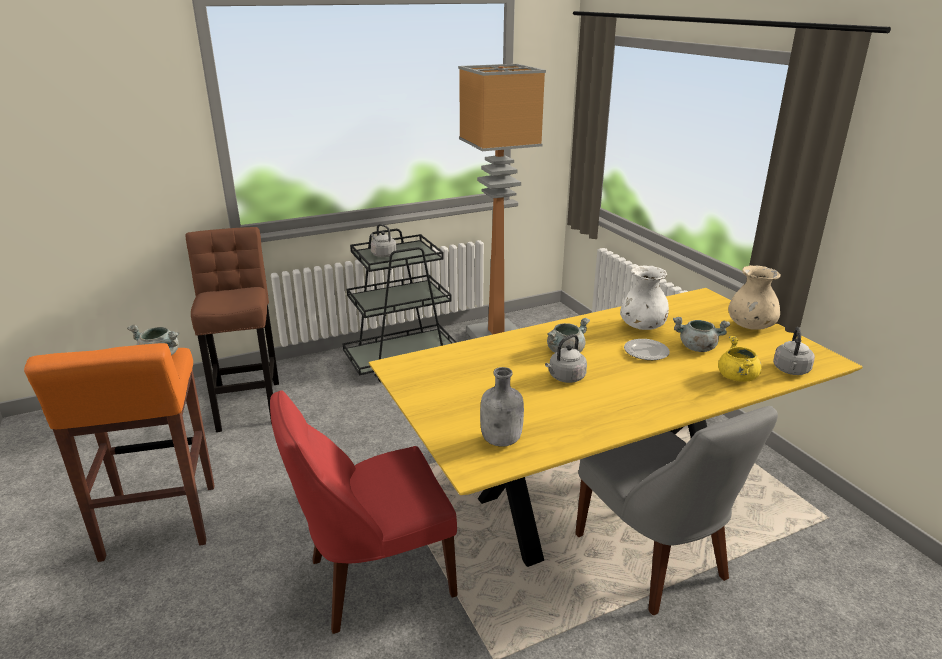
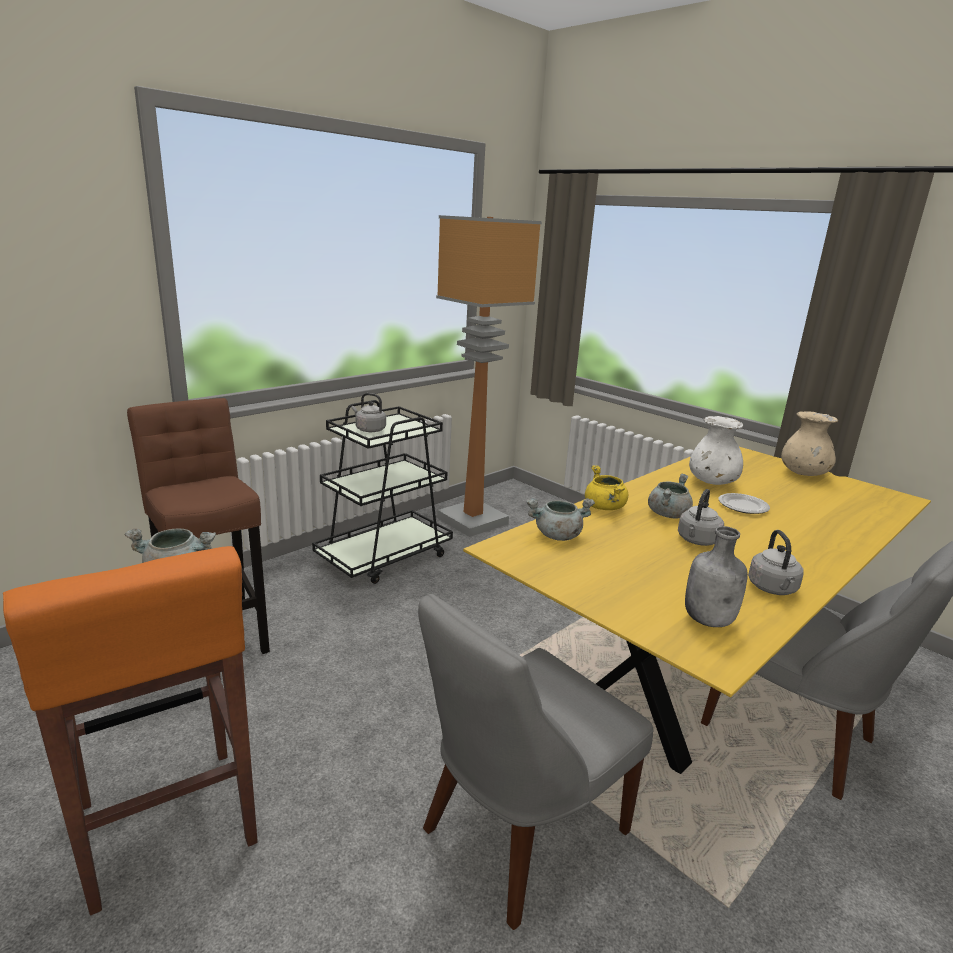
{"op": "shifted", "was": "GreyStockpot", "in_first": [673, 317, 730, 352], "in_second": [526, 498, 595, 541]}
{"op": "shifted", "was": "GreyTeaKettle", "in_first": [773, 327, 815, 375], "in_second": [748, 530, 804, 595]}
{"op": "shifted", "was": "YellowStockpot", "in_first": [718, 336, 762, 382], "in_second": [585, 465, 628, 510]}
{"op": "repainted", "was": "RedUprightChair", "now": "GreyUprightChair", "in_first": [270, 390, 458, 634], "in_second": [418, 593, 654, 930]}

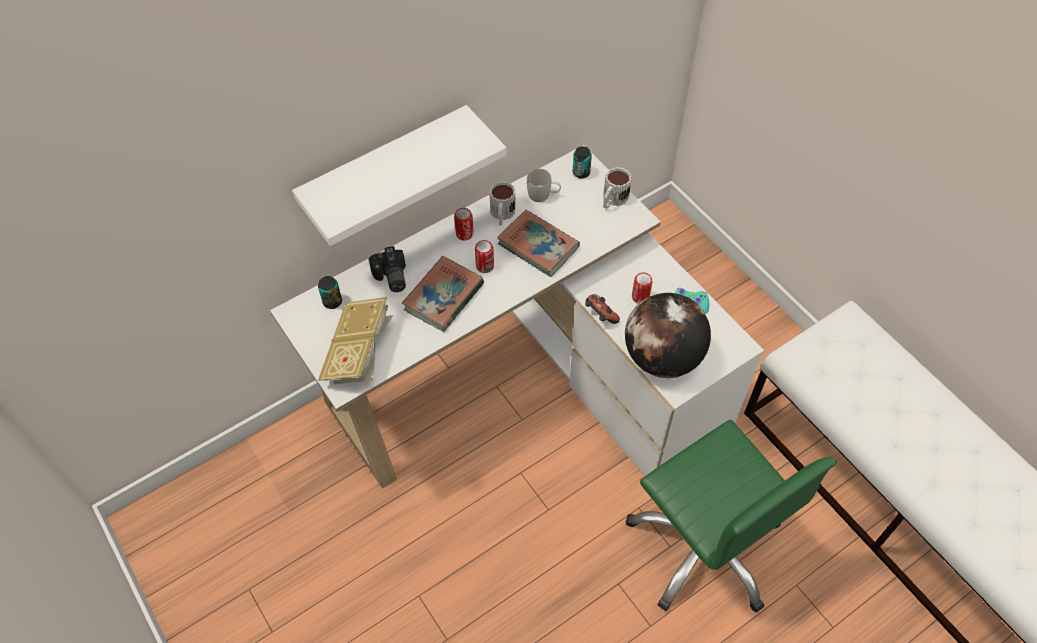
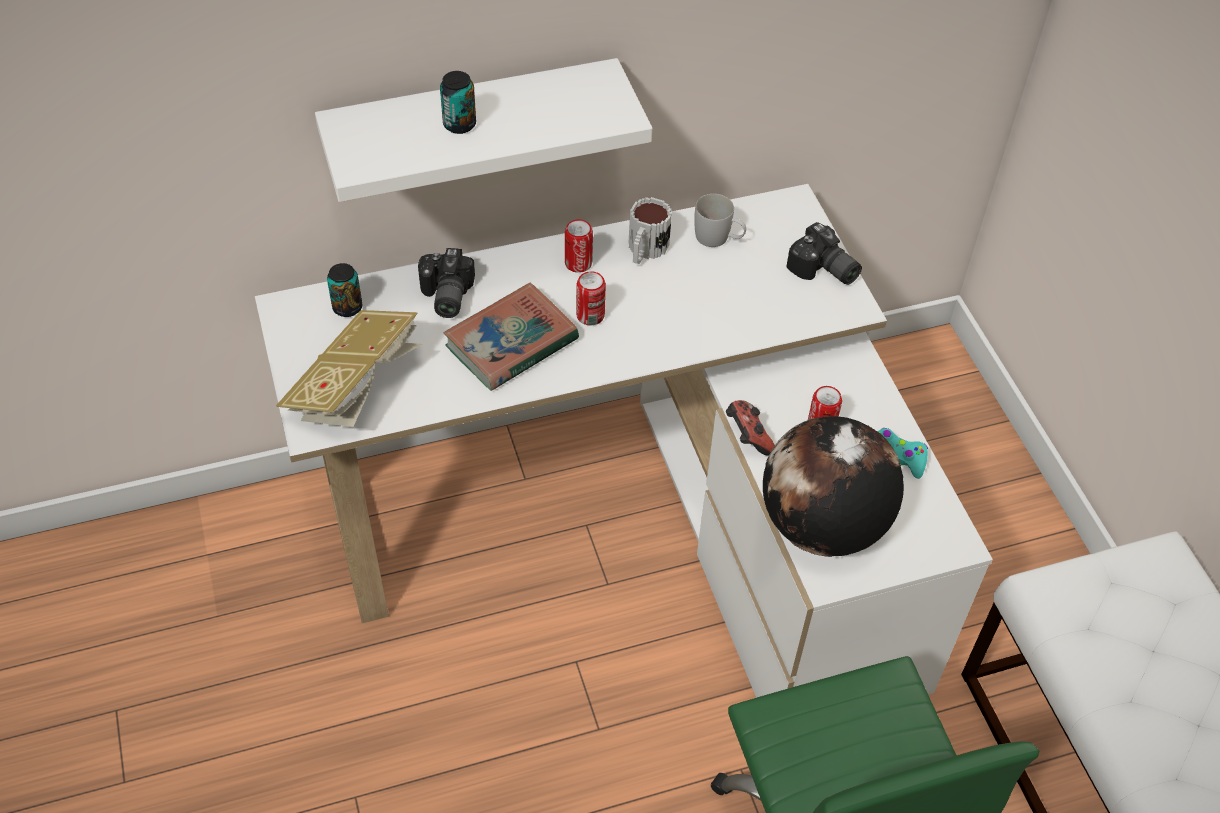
{"op": "shifted", "was": "MetalCan", "in_first": [572, 146, 592, 179], "in_second": [440, 71, 476, 134]}
{"op": "swapped", "was": "TeaMug", "now": "StillCamera", "in_first": [603, 167, 632, 209], "in_second": [786, 222, 862, 285]}
{"op": "gone", "was": "BoundBook", "in_first": [497, 210, 580, 277]}

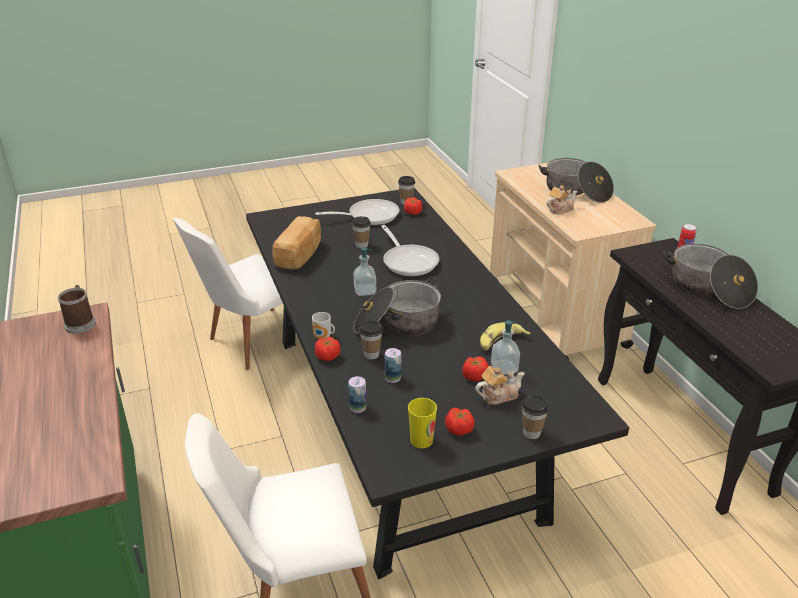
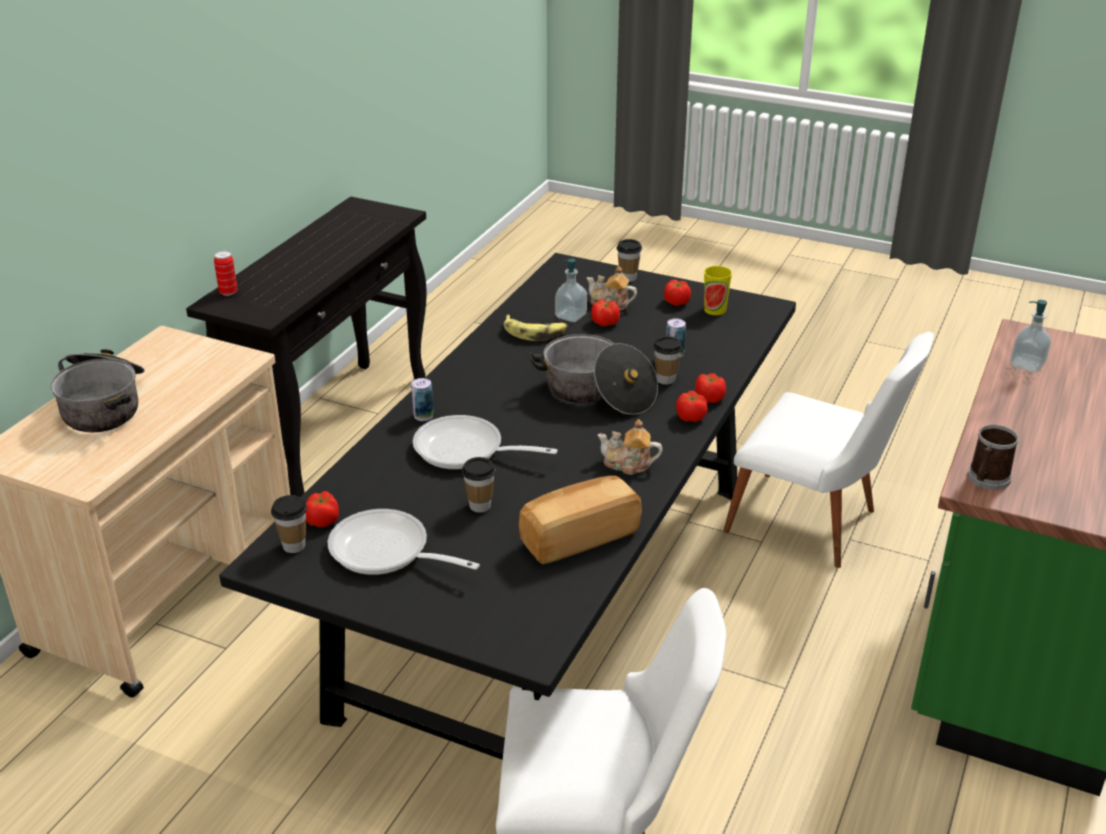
{"op": "shifted", "was": "TeaPot", "in_first": [547, 185, 577, 215], "in_second": [598, 419, 662, 475]}
{"op": "rotated", "was": "Pan", "in_first": [381, 225, 439, 276], "in_second": [413, 415, 558, 470], "clockwise": -90}
{"op": "gone", "was": "Stockpot", "in_first": [663, 244, 758, 309]}
{"op": "shifted", "was": "LiquidSoapBottle", "in_first": [354, 247, 376, 296], "in_second": [1010, 300, 1051, 373]}
{"op": "swapped", "was": "TeaMug", "now": "WholeTomato", "in_first": [312, 312, 335, 339], "in_second": [676, 391, 708, 422]}
{"op": "shifted", "was": "MetalCan", "in_first": [348, 376, 367, 413], "in_second": [411, 378, 433, 421]}

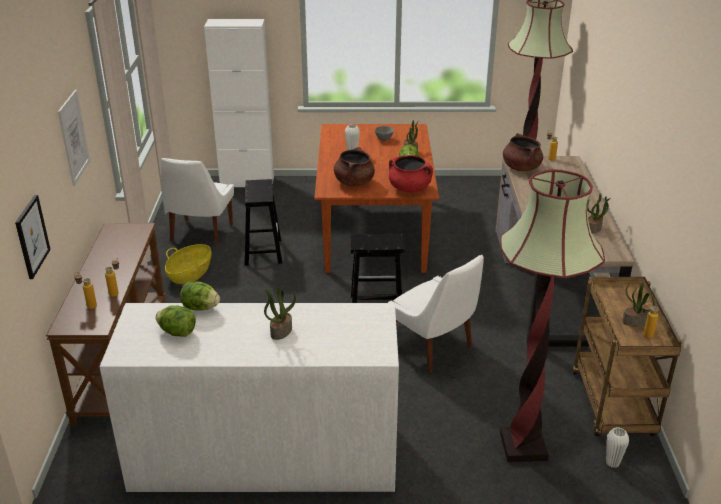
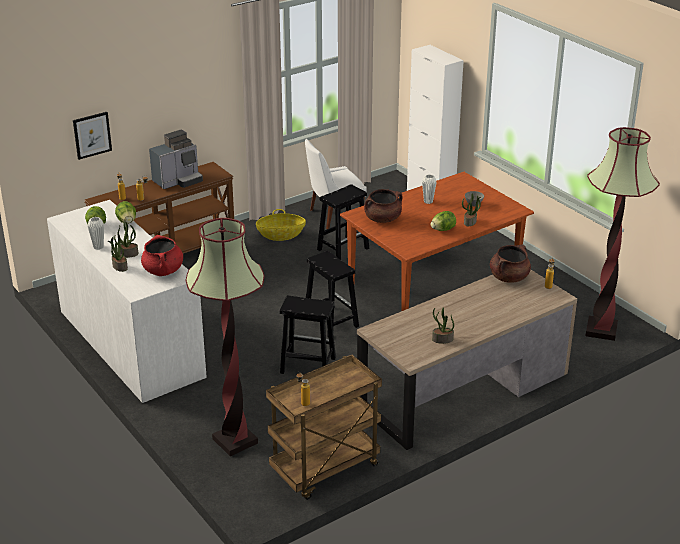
{"op": "gone", "was": "WallPicture", "in_first": [58, 90, 90, 186]}
{"op": "shifted", "was": "RedStockpot", "in_first": [389, 155, 433, 192], "in_second": [141, 235, 183, 276]}
{"op": "swapped", "was": "WhiteUprightChair", "now": "BlackStoolSeat", "in_first": [388, 255, 484, 373], "in_second": [280, 295, 336, 374]}
{"op": "shifted", "was": "Houseplant", "in_first": [622, 283, 655, 327], "in_second": [108, 234, 128, 272]}
{"op": "shifted", "was": "WhiteFlowerVase", "in_first": [606, 427, 629, 468], "in_second": [88, 217, 104, 250]}
{"op": "new", "now": "CoffeeBrewer", "in_second": [149, 129, 203, 189]}

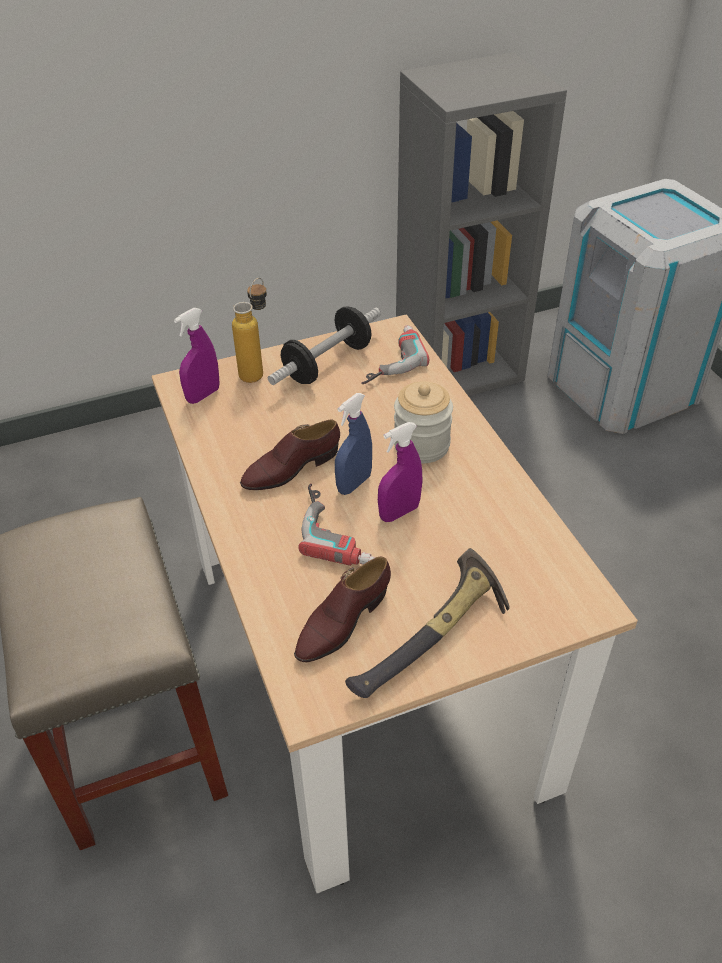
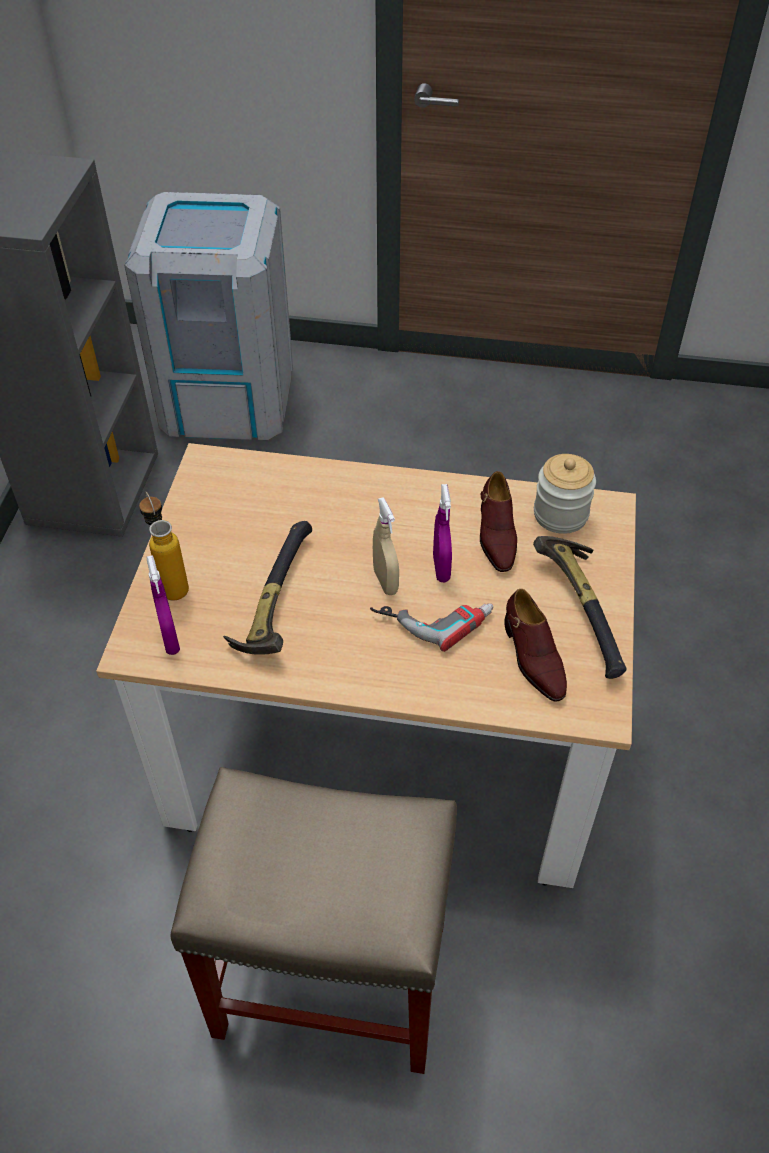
{"op": "gone", "was": "Dumbbell", "in_first": [268, 306, 381, 385]}
{"op": "gone", "was": "PowerDrill", "in_first": [362, 325, 429, 384]}
{"op": "shifted", "was": "Jar", "in_first": [394, 381, 453, 463], "in_second": [534, 454, 596, 534]}
{"op": "repainted", "was": "BlueColouredSprayBottle", "now": "SandColouredSprayBottle", "in_first": [335, 393, 372, 495], "in_second": [373, 497, 399, 595]}
{"op": "shifted", "was": "BrownColouredItemOfFootwear", "in_first": [240, 420, 340, 490], "in_second": [480, 471, 517, 572]}
{"op": "new", "now": "ToolHammer", "in_second": [223, 521, 312, 655]}

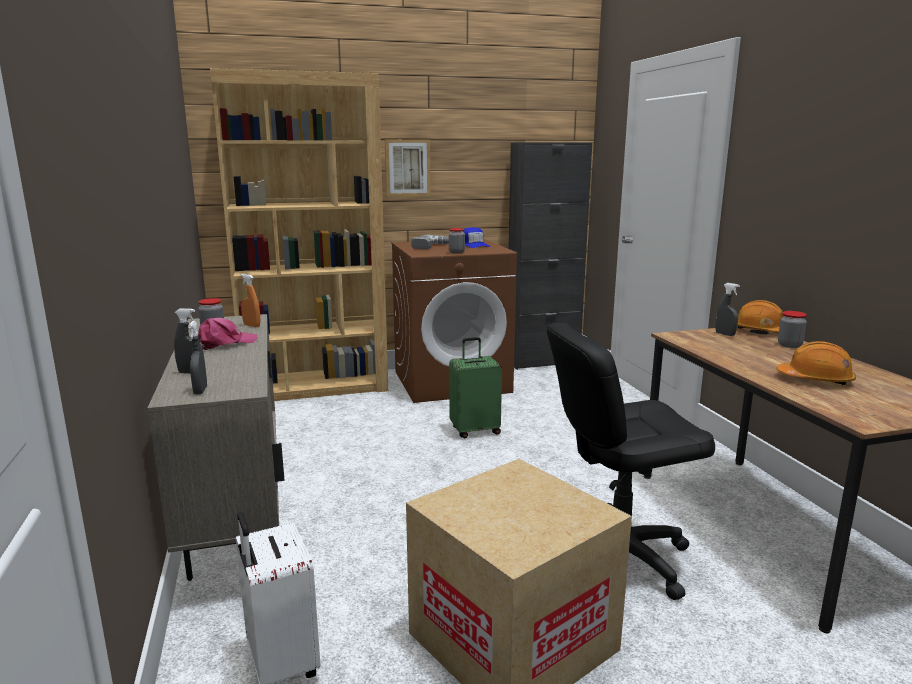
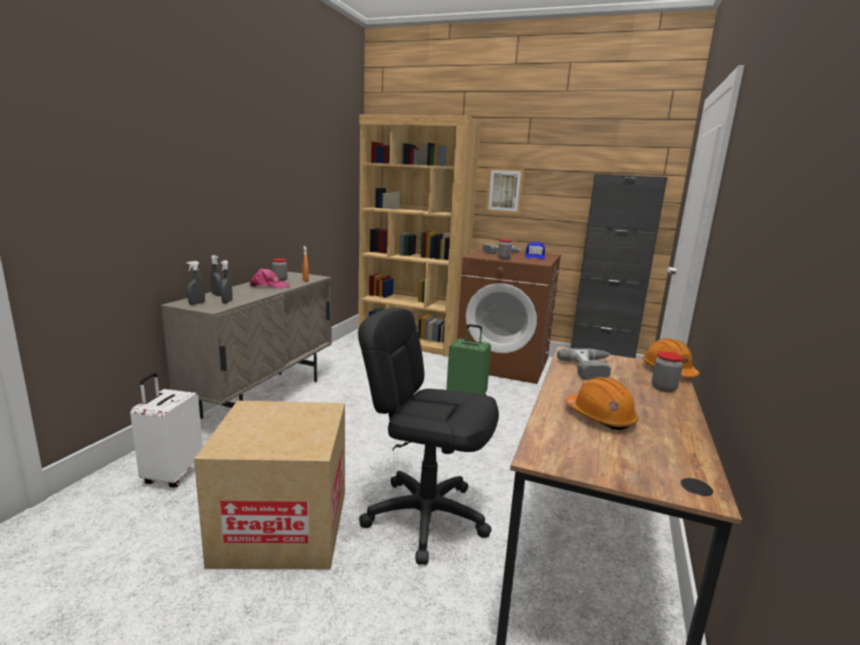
{"op": "shifted", "was": "GreySprayBottle", "in_first": [716, 283, 740, 336], "in_second": [221, 260, 233, 304]}
{"op": "new", "now": "PowerDrill", "in_second": [557, 348, 611, 380]}

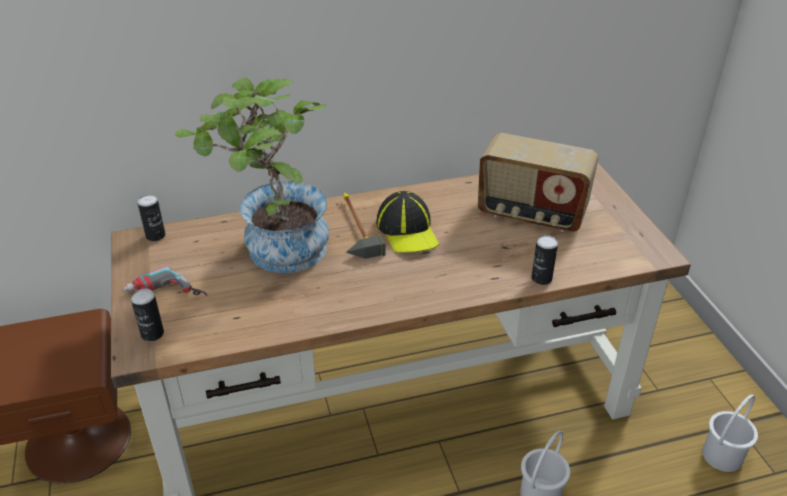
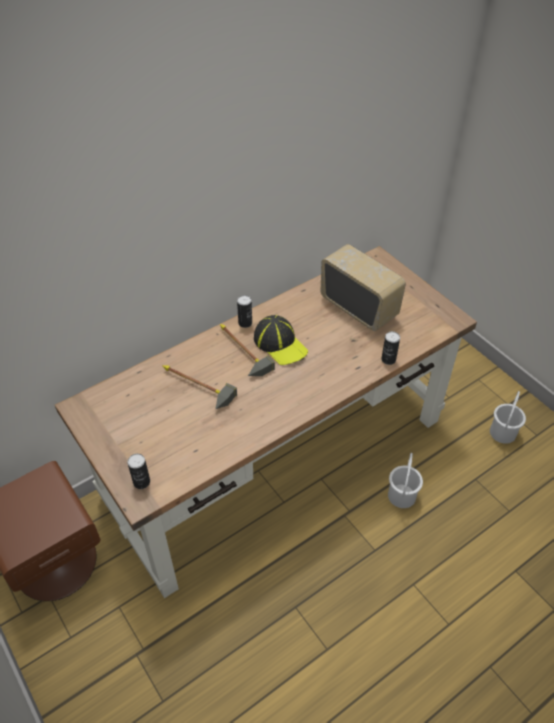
{"op": "swapped", "was": "Houseplant", "now": "ToolHammer", "in_first": [175, 77, 329, 273], "in_second": [162, 365, 237, 409]}
{"op": "rotated", "was": "RadioReceiver", "in_first": [478, 133, 599, 232], "in_second": [320, 244, 406, 331], "clockwise": -135}
{"op": "shifted", "was": "MetalCan", "in_first": [137, 194, 165, 241], "in_second": [237, 295, 252, 328]}
{"op": "gone", "was": "PowerDrill", "in_first": [123, 266, 207, 296]}

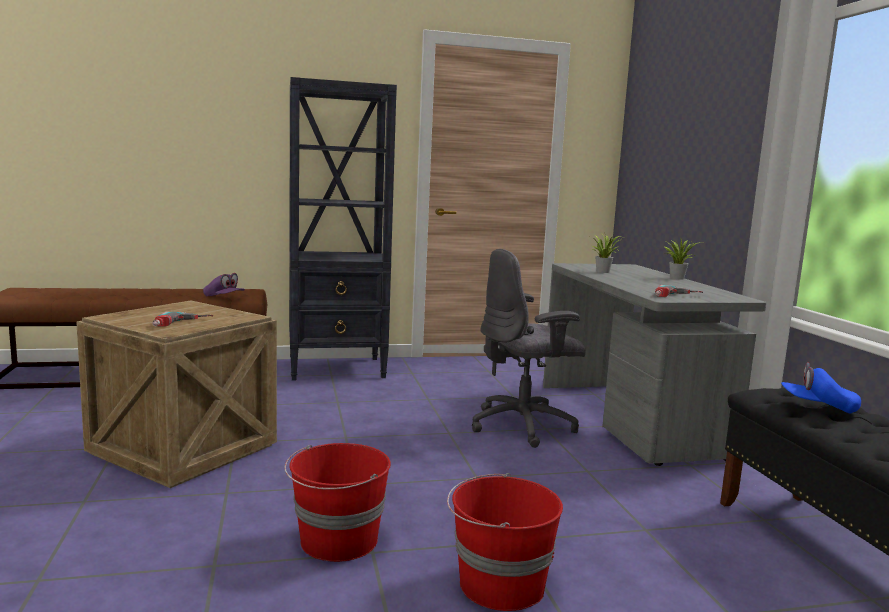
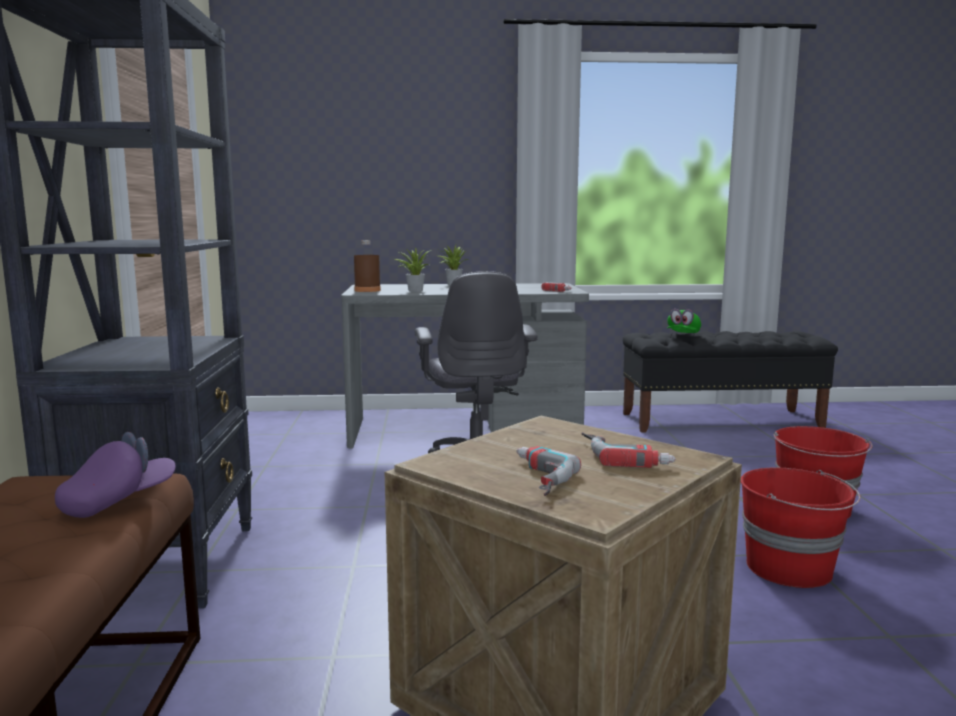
{"op": "repainted", "was": "BlueColouredCap", "now": "GreenColouredCap", "in_first": [781, 363, 861, 414], "in_second": [667, 309, 701, 333]}
{"op": "new", "now": "BrownColouredDrinkBottle", "in_second": [354, 240, 381, 292]}
{"op": "new", "now": "PowerDrill", "in_second": [516, 446, 581, 496]}

